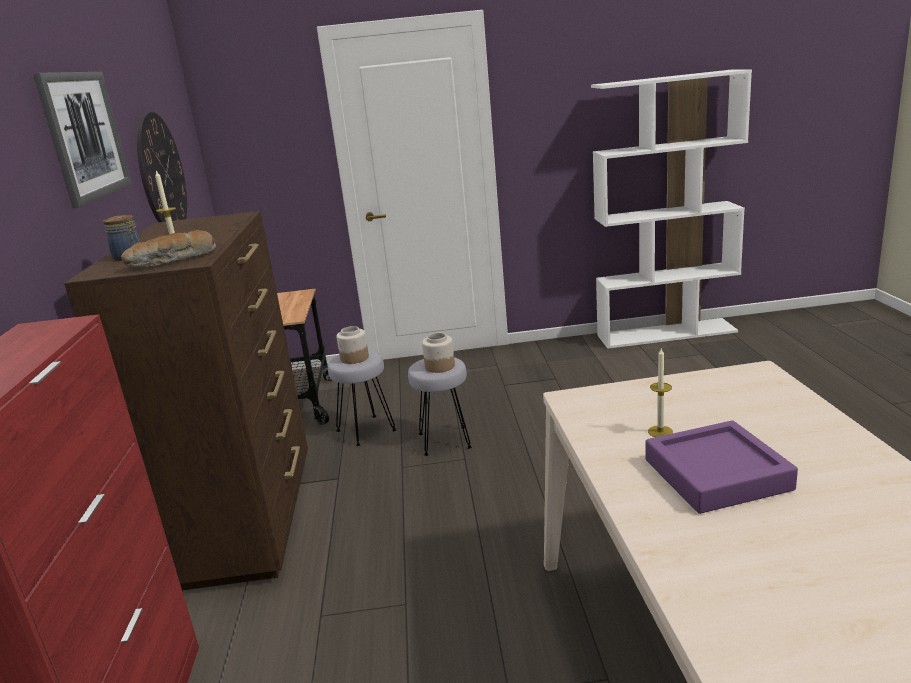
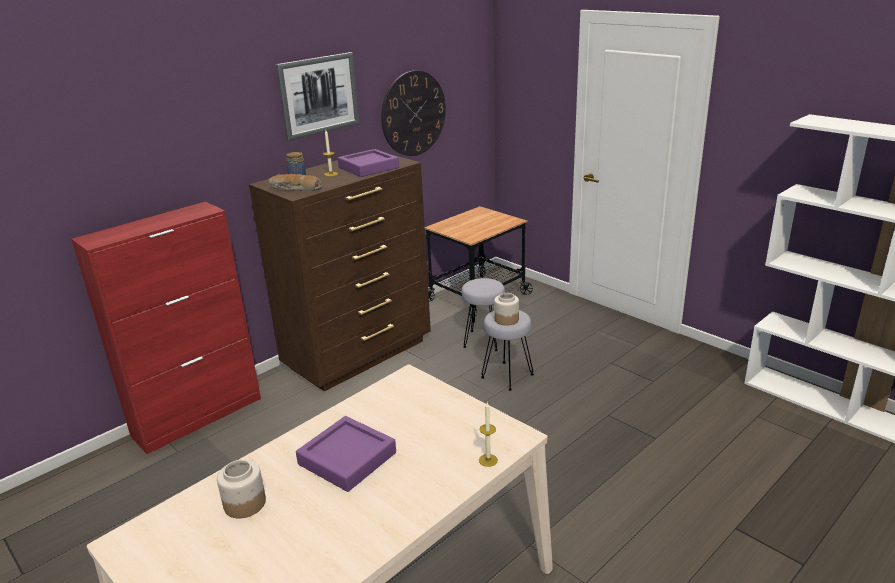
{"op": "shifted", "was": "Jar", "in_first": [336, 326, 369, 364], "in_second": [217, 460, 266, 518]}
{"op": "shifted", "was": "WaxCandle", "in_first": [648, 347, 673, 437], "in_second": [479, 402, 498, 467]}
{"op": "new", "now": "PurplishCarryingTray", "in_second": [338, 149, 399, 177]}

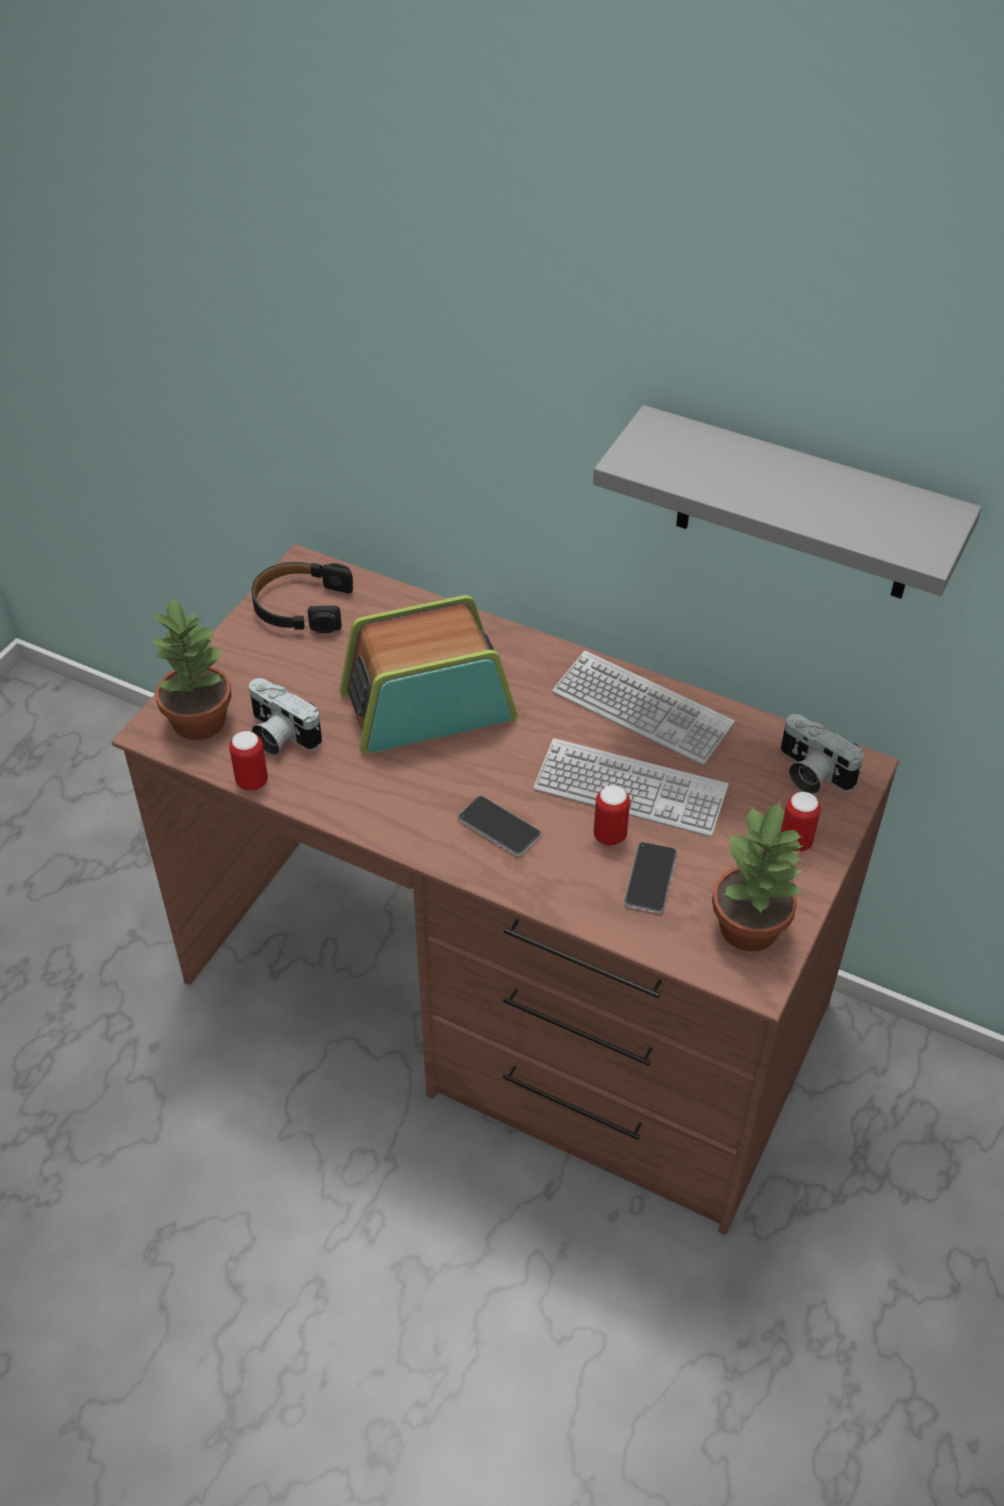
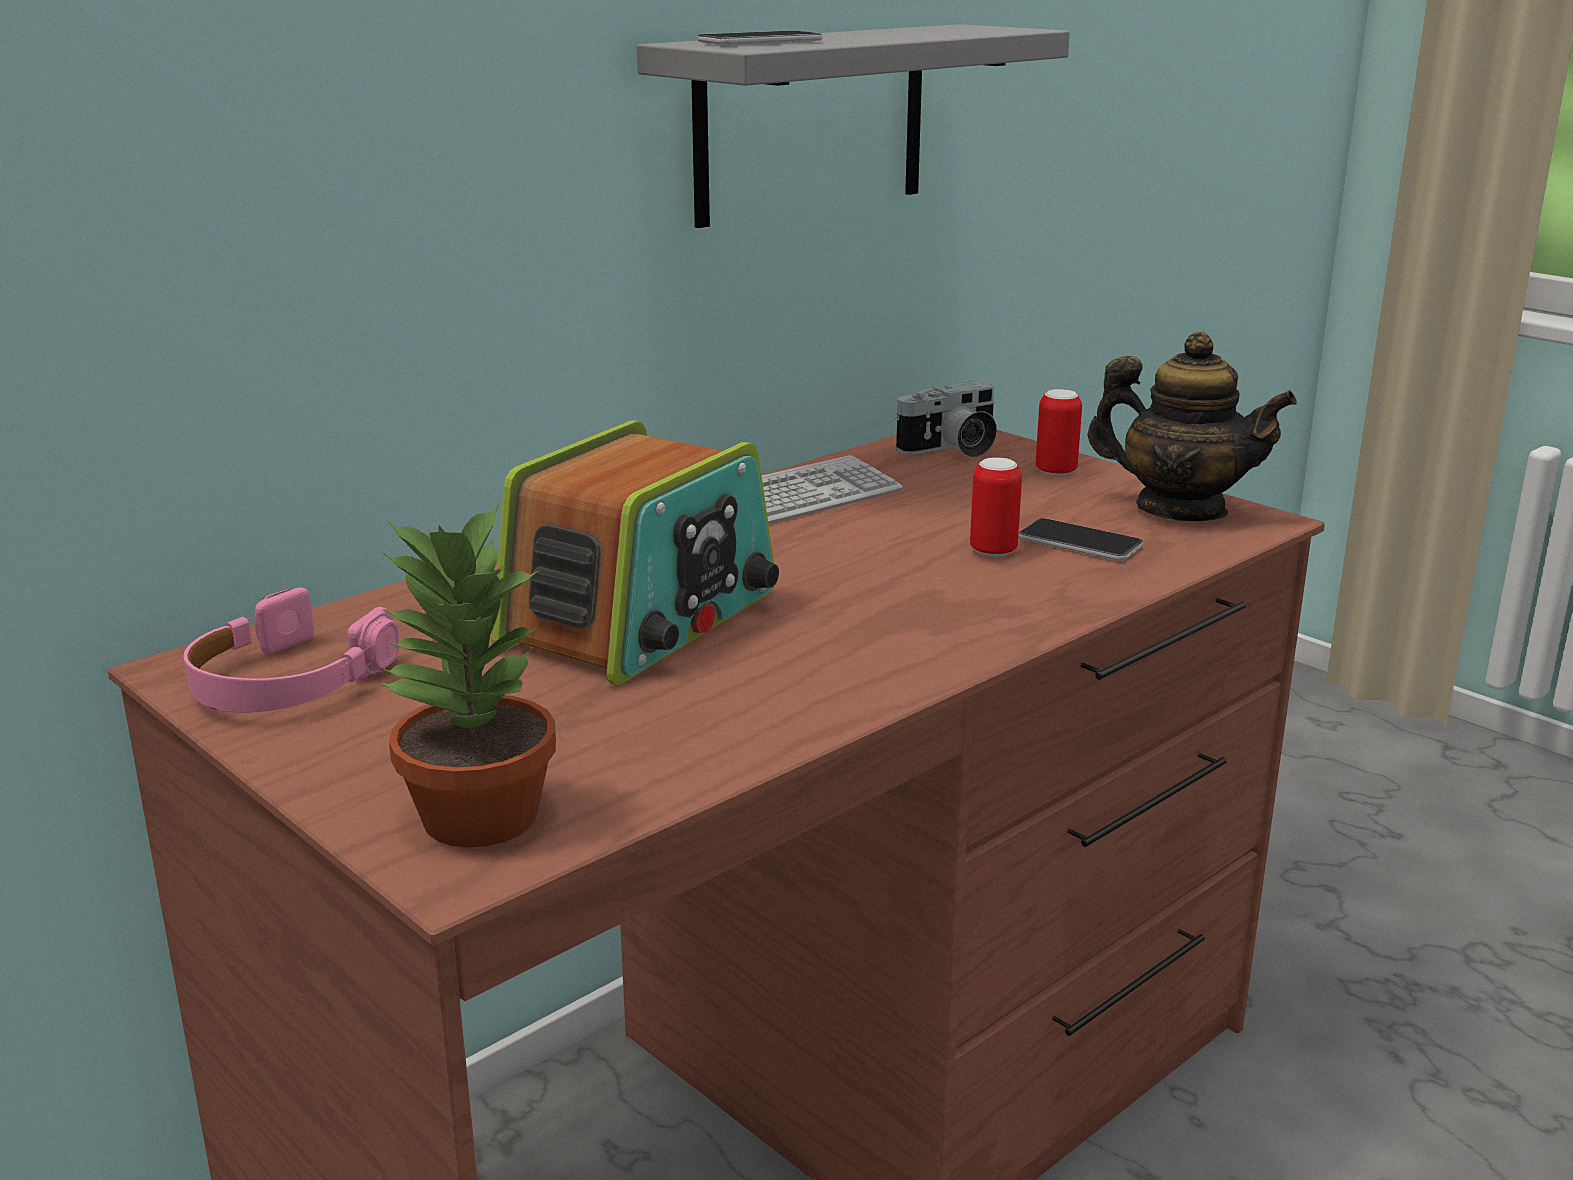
{"op": "repainted", "was": "BlackPairOfHeadphones", "now": "PinkColouredPairOfHeadphones", "in_first": [251, 562, 353, 633], "in_second": [183, 587, 399, 713]}
{"op": "rotated", "was": "RadioReceiver", "in_first": [340, 595, 517, 754], "in_second": [492, 421, 779, 685], "clockwise": -150}
{"op": "gone", "was": "StillCamera", "in_first": [249, 678, 322, 755]}
{"op": "gone", "was": "MetalCan", "in_first": [229, 731, 268, 791]}
{"op": "gone", "was": "Keyboard", "in_first": [533, 738, 729, 837]}
{"op": "shifted", "was": "Telephone", "in_first": [458, 796, 541, 856], "in_second": [697, 31, 823, 45]}
{"op": "swapped", "was": "Houseplant", "now": "TeaPot", "in_first": [712, 800, 804, 951], "in_second": [1087, 332, 1297, 521]}

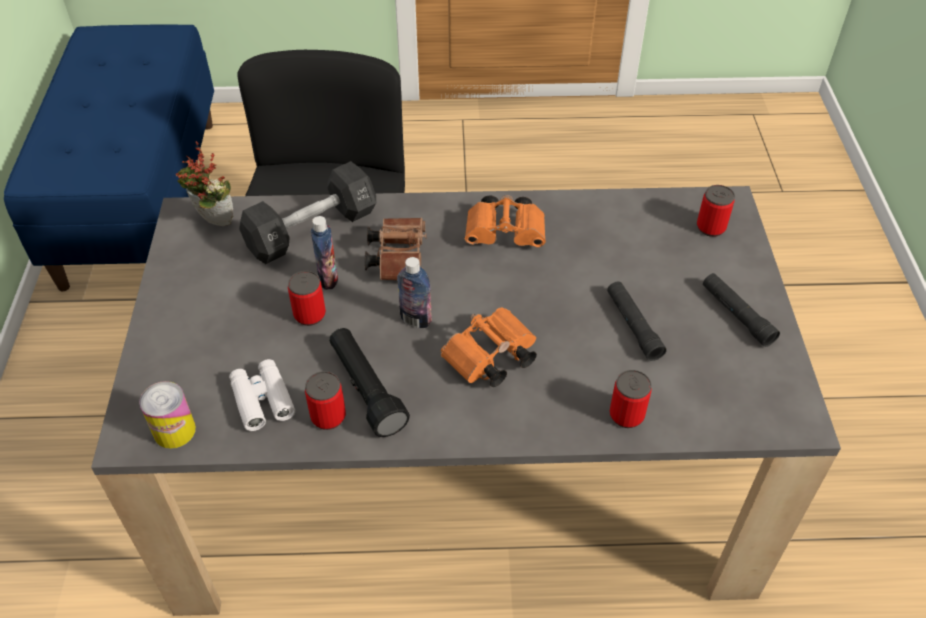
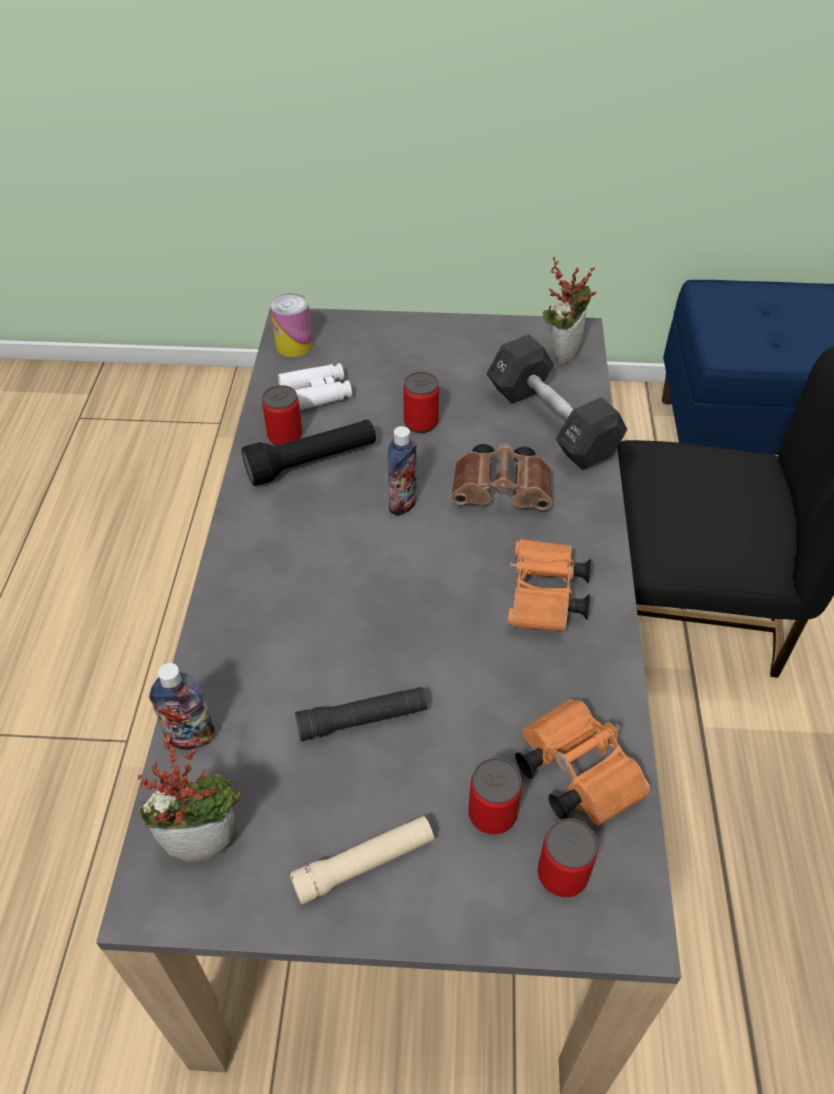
{"op": "shifted", "was": "DrinkBottle", "in_first": [311, 216, 338, 290], "in_second": [149, 663, 215, 750]}
{"op": "repainted", "was": "BlackHandTorch", "now": "SandColouredHandTorch", "in_first": [703, 273, 780, 347], "in_second": [290, 816, 434, 905]}
{"op": "shifted", "was": "OrangeBinoculars", "in_first": [441, 307, 537, 387], "in_second": [515, 699, 650, 826]}
{"op": "shifted", "was": "MetalCan", "in_first": [610, 370, 651, 428], "in_second": [468, 758, 522, 835]}
{"op": "new", "now": "Houseplant", "in_second": [138, 731, 242, 862]}

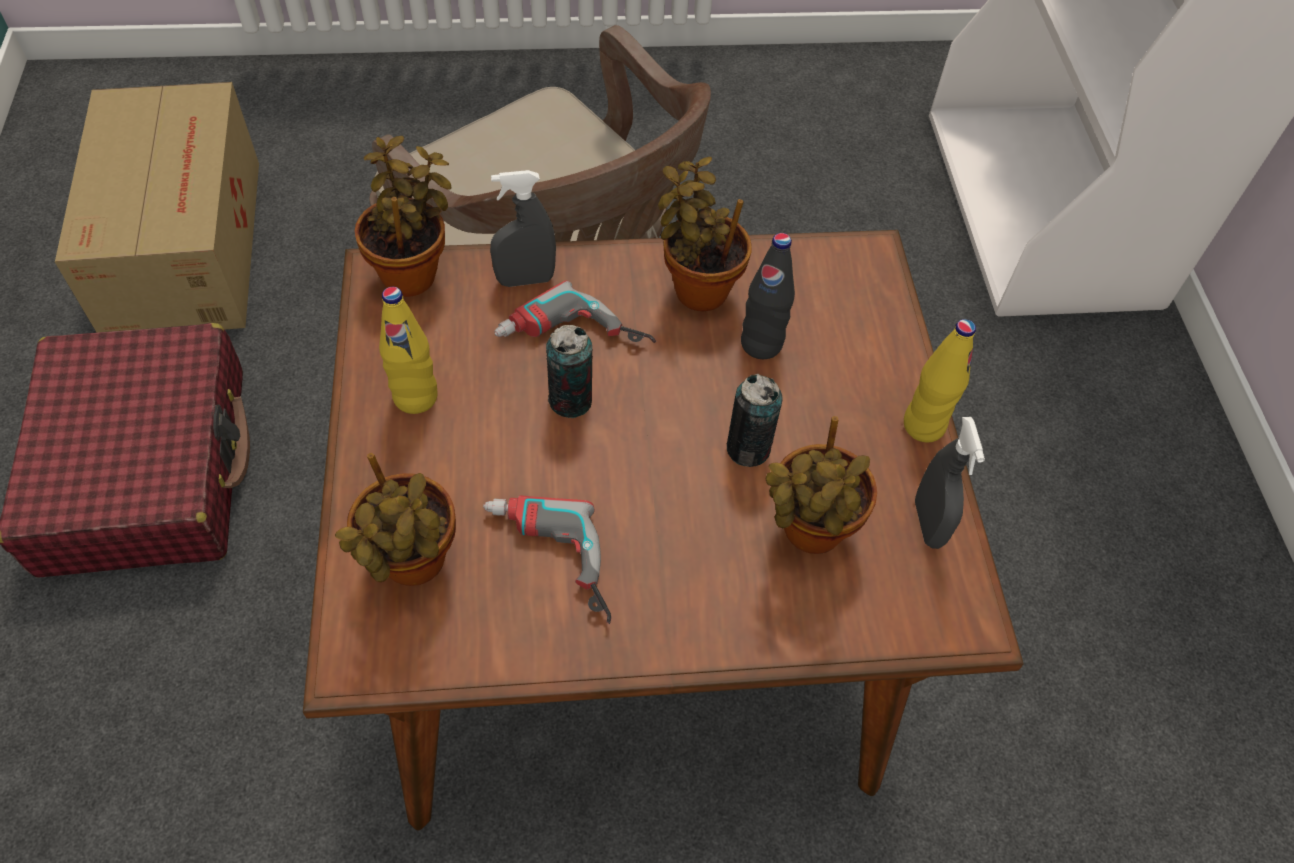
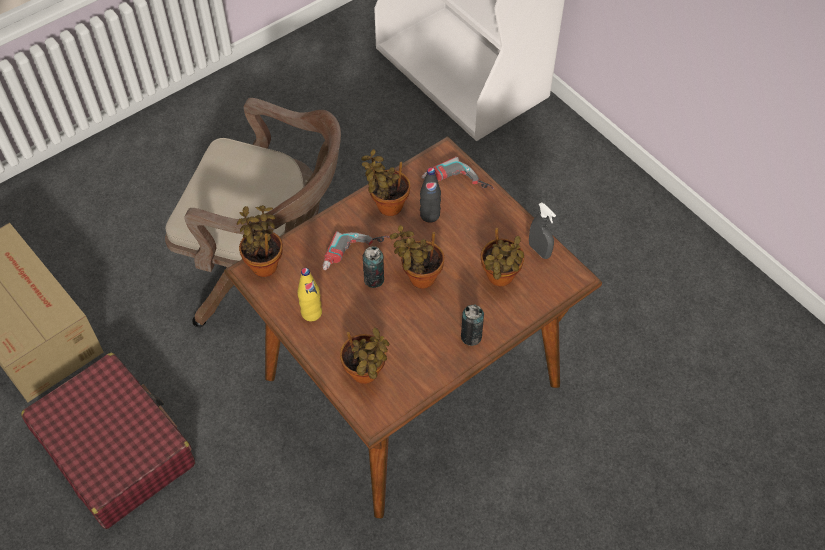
{"op": "gone", "was": "GreySprayBottle", "in_first": [490, 170, 556, 287]}
{"op": "gone", "was": "YellowDrinkBottle", "in_first": [904, 319, 976, 442]}
{"op": "shifted", "was": "MetalCan", "in_first": [727, 374, 783, 467], "in_second": [461, 304, 484, 346]}
{"op": "shifted", "was": "PowerDrill", "in_first": [483, 495, 611, 624], "in_second": [421, 157, 494, 189]}
{"op": "new", "now": "Houseplant", "in_second": [390, 225, 444, 289]}

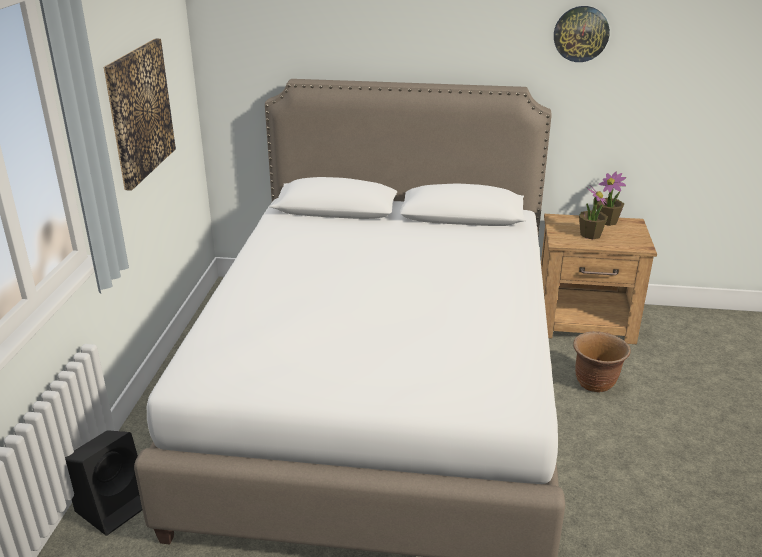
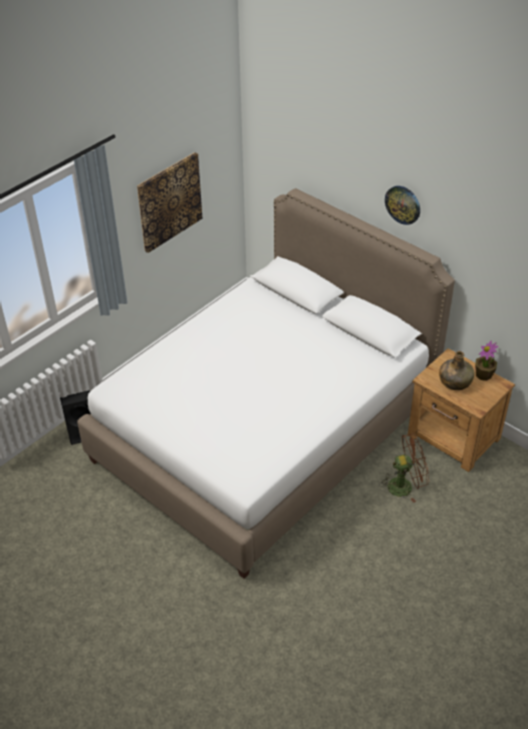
{"op": "shifted", "was": "ClockOnTheWall", "in_first": [554, 6, 610, 62], "in_second": [385, 186, 420, 225]}
{"op": "swapped", "was": "Houseplant", "now": "GreenColouredDrinkBottle", "in_first": [579, 187, 608, 239], "in_second": [439, 351, 474, 390]}
{"op": "swapped", "was": "BrownColouredPlanter", "now": "BrownColouredFan", "in_first": [573, 331, 631, 392], "in_second": [379, 433, 429, 503]}

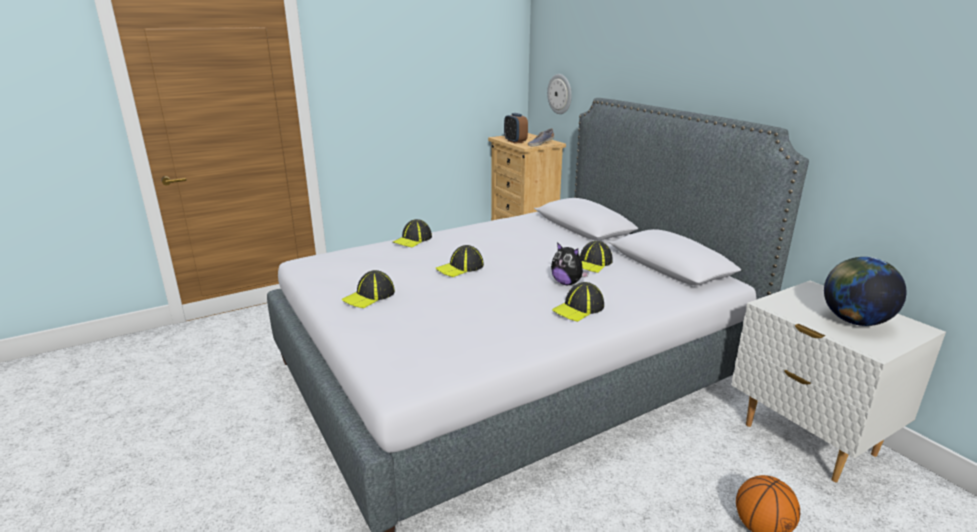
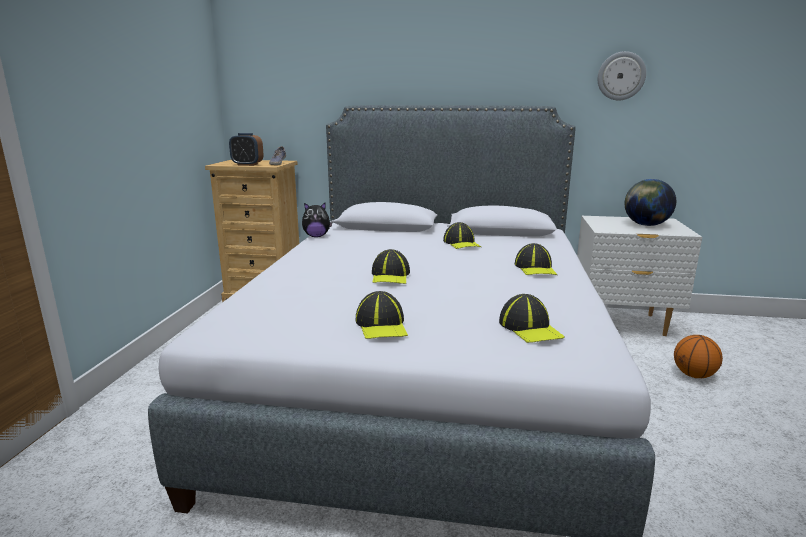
{"op": "shifted", "was": "ClockOnTheWall", "in_first": [547, 74, 572, 114], "in_second": [598, 51, 646, 101]}
{"op": "shifted", "was": "Cap", "in_first": [392, 219, 432, 248], "in_second": [499, 294, 565, 343]}
{"op": "shifted", "was": "CuddlyToy", "in_first": [551, 242, 589, 285], "in_second": [302, 203, 332, 237]}

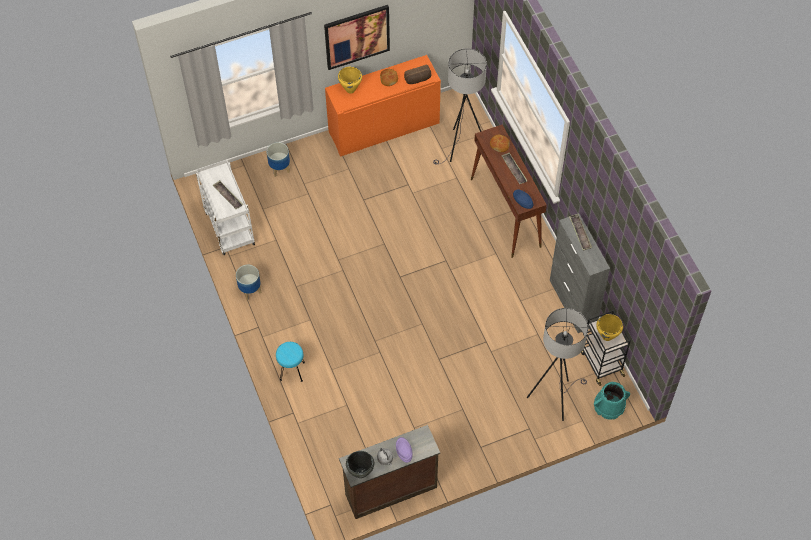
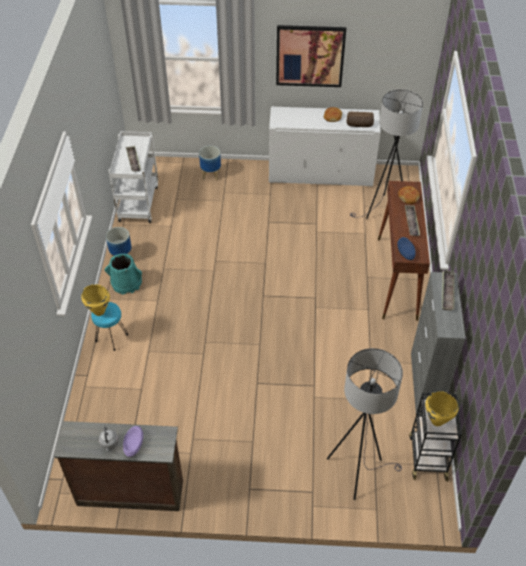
{"op": "repainted", "was": "OrangeCabinet", "now": "WhiteCabinet", "in_first": [325, 55, 441, 156], "in_second": [269, 107, 381, 186]}
{"op": "shifted", "was": "YellowStockpot", "in_first": [338, 67, 362, 94], "in_second": [81, 284, 110, 316]}
{"op": "shifted", "was": "TurquoiseColouredBucket", "in_first": [594, 382, 630, 420], "in_second": [105, 254, 142, 295]}
{"op": "gone", "was": "BlackStockpot", "in_first": [346, 451, 374, 478]}

